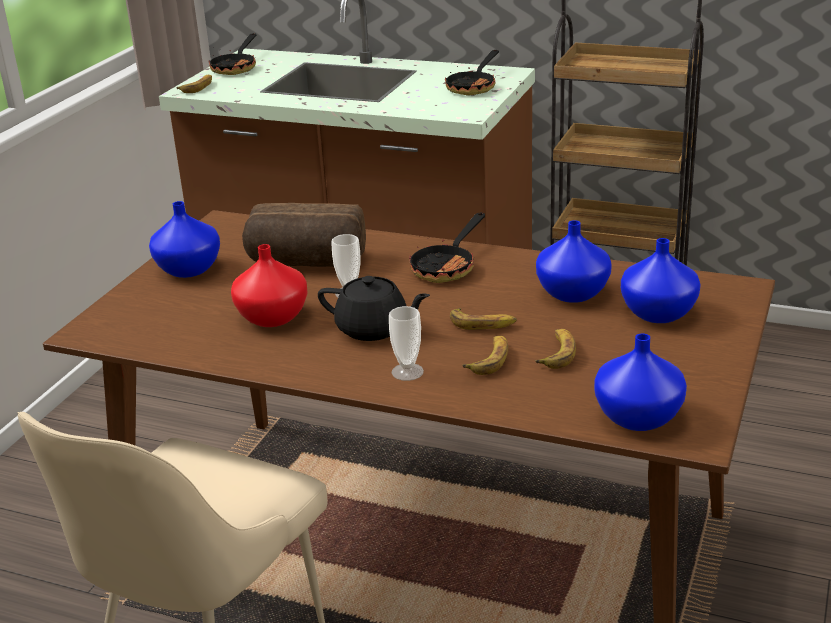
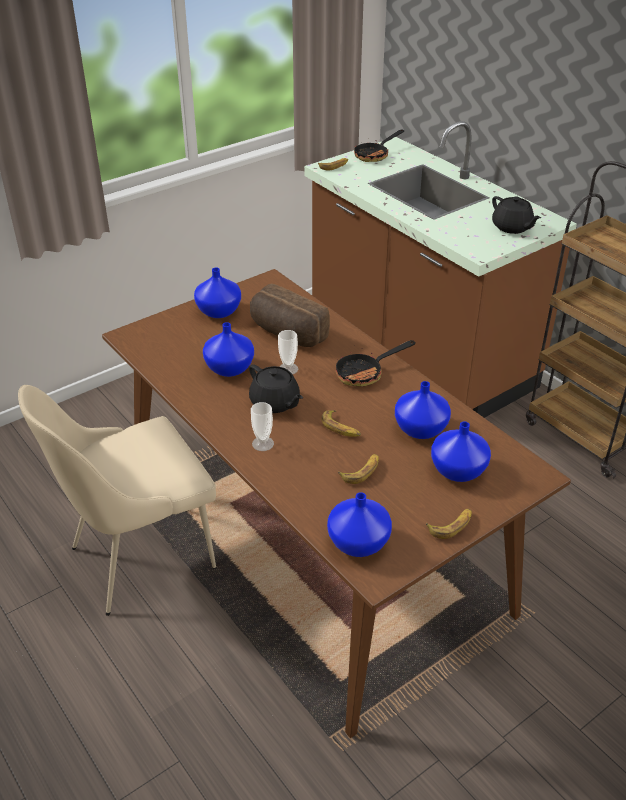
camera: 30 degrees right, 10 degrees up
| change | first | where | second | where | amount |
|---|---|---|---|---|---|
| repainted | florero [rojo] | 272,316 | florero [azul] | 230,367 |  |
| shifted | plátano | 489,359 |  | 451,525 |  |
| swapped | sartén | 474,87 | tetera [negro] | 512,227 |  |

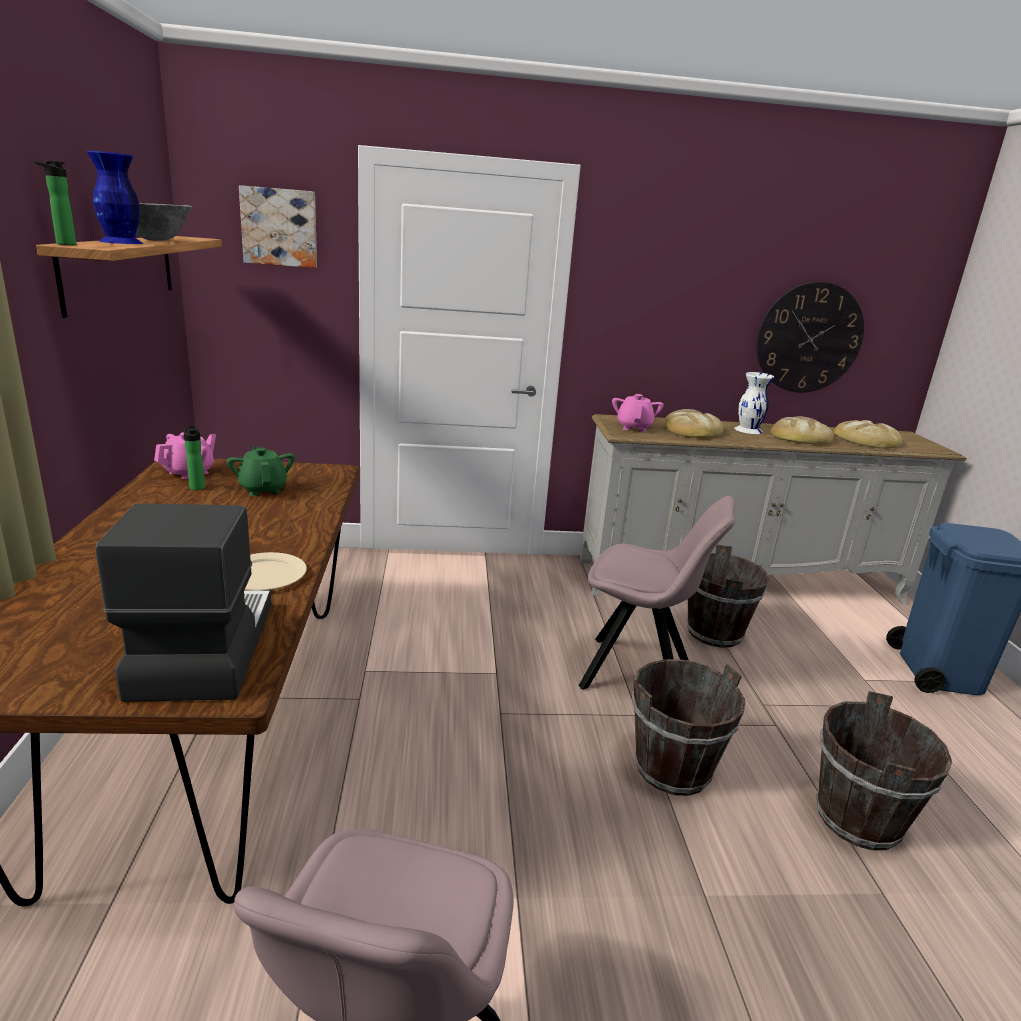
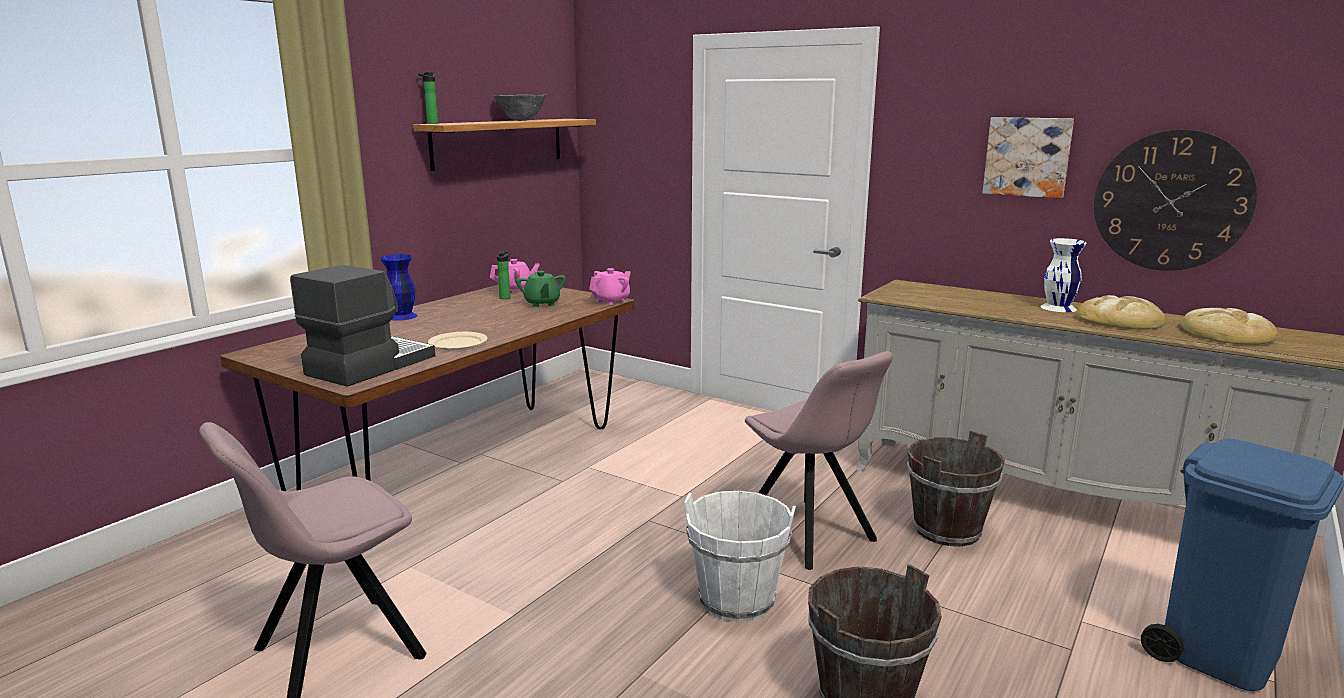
camera: 40 degrees right, 5 degrees down
| change | first | where | second | where | amount |
|---|---|---|---|---|---|
| shifted | florero [azul] | 120,242 |  | 401,316 |  |
| rotated | tetera [verde] | 263,489 |  | 542,304 | 150 degrees clockwise |
| shifted | tetera [rosa] | 634,427 |  | 611,301 |  |
| repainted | cubo [marrón] | 672,769 | cubo [blanco] | 736,600 |  |
| shifted | cuadro | 280,227 |  | 1027,157 |  |
| gone | pan | 692,430 |  |  |  |

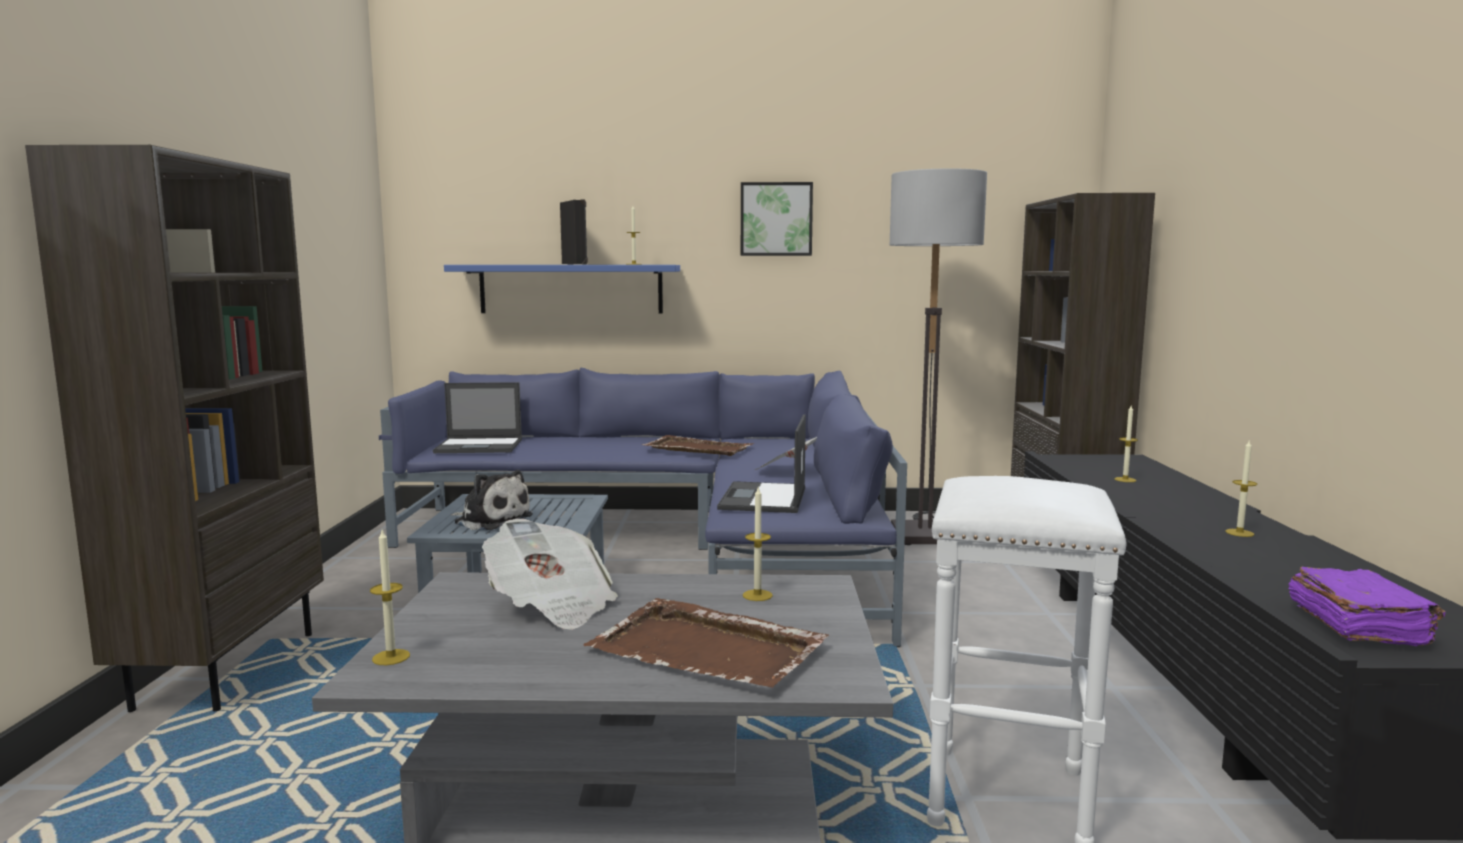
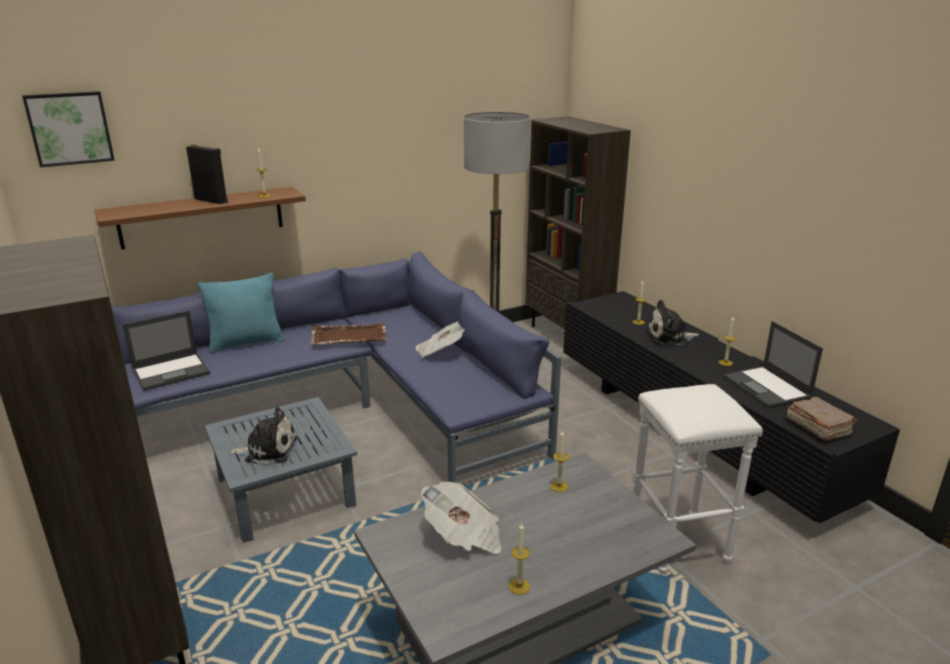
camera: 30 degrees left, 15 degrees up
| change | first | where | second | where | amount |
|---|---|---|---|---|---|
| shifted | cuadro | 776,219 |  | 70,128 |  |
| repainted | estante [azul] | 571,289 | estante [marrón] | 202,217 |  |
| new |  |  | cojín [turquesa] | 246,343 |  |
| shifted | vela | 391,657 |  | 519,586 |  |
| new |  |  | peluche | 670,336 |  |
| shifted | portátil | 763,499 |  | 767,387 |  |
| repainted | libro [morado] | 1357,626 | libro [marrón] | 818,427 |  |
| gone | bandeja [marrón] | 708,650 |  |  |  |

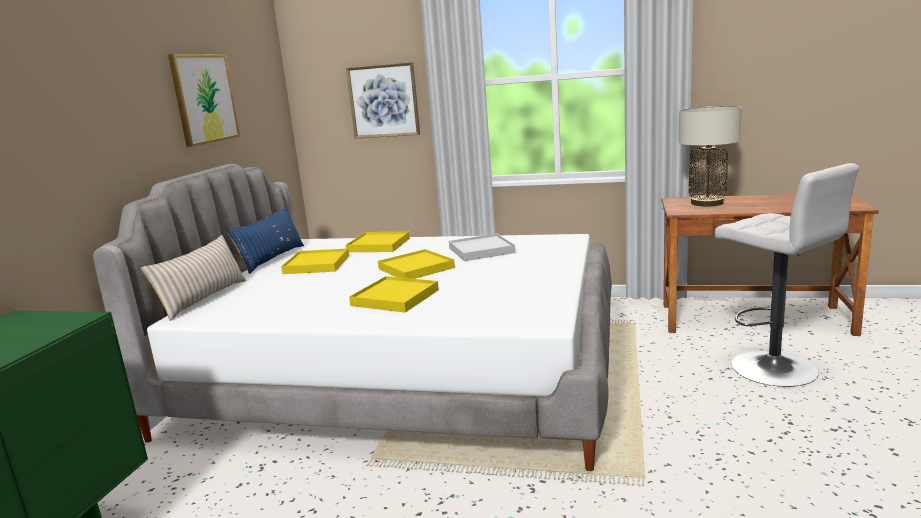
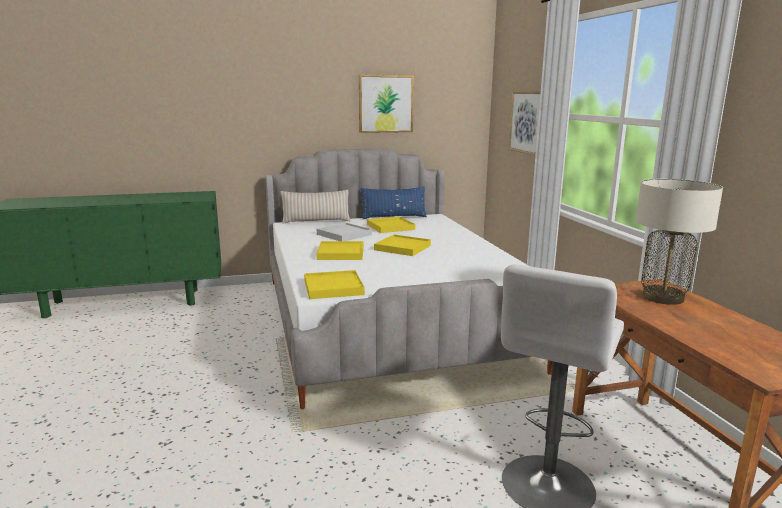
camera: 60 degrees right, 0 degrees up
| change | first | where | second | where | amount |
|---|---|---|---|---|---|
| shifted | bandeja [amarillo] | 379,245 |  | 333,288 |  |
| shifted | bandeja [blanco] | 481,250 |  | 344,234 |  |

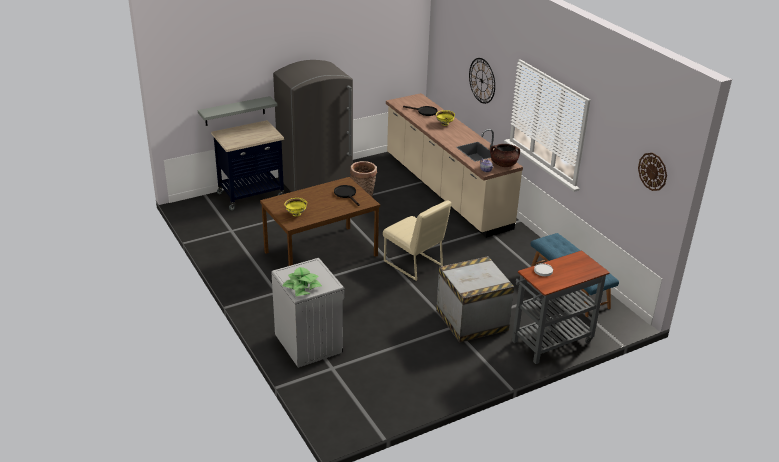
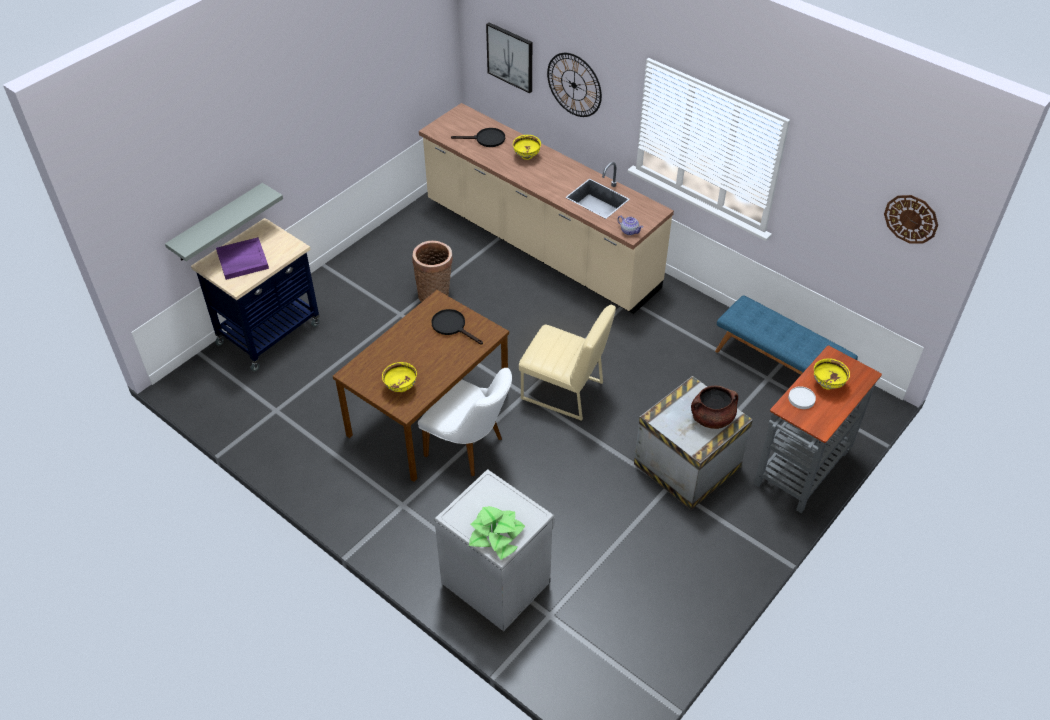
camera: 20 degrees left, 15 degrees up
| change | first | where | second | where | amount |
|---|---|---|---|---|---|
| new |  |  | bandeja [morado] | 242,260 |  |
| new |  |  | silla [blanco] | 470,449 |  |
| new |  |  | cuadro | 510,57 |  |
| shifted | olla [marrón] | 503,164 |  | 711,418 |  |
| new |  |  | cuenco [amarillo] | 827,384 |  |
| gone | nevera [gris] | 316,182 |  |  |  |

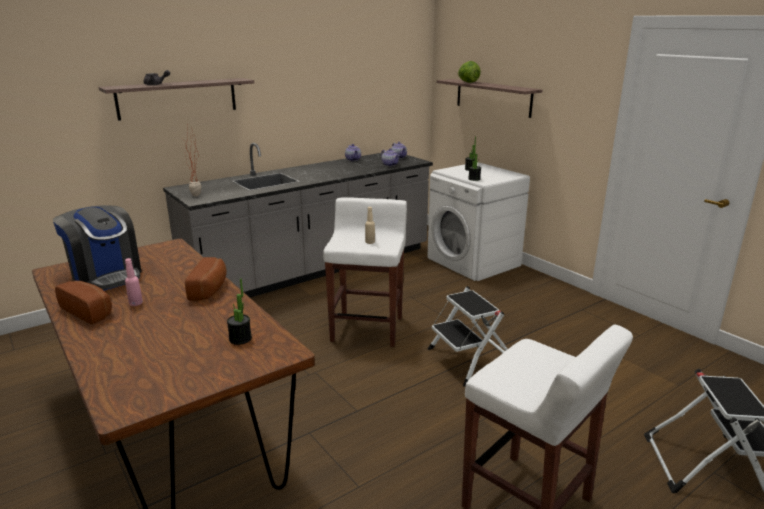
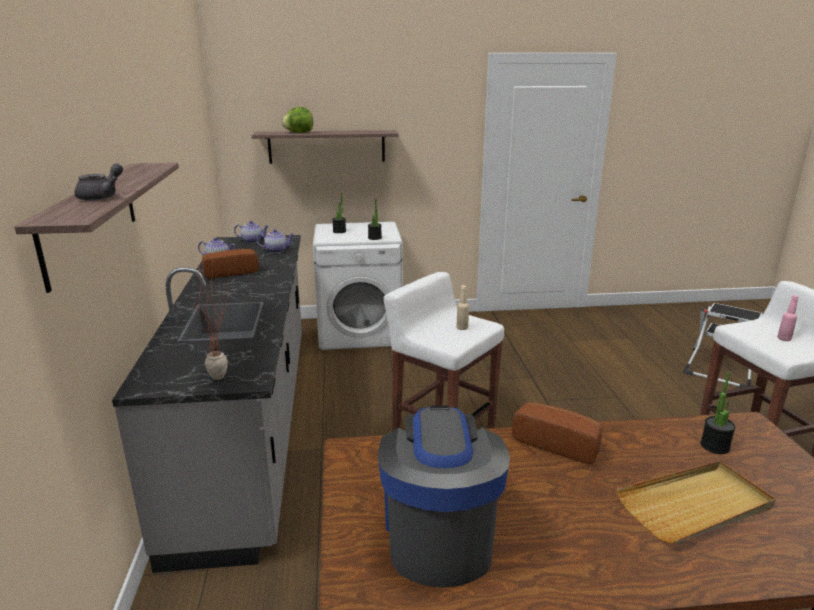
camera: 60 degrees left, 0 degrees up
| change | first | where | second | where | amount |
|---|---|---|---|---|---|
| shifted | pan | 89,311 |  | 230,272 |  |
| rotated | cafetera | 106,275 |  | 439,534 | 75 degrees counterclockwise |
| new |  |  | bandeja [beis] | 695,505 |  |
| shifted | botella [rosa] | 136,303 |  | 784,339 |  |
| gone | escalera de tijera | 473,359 |  |  |  |

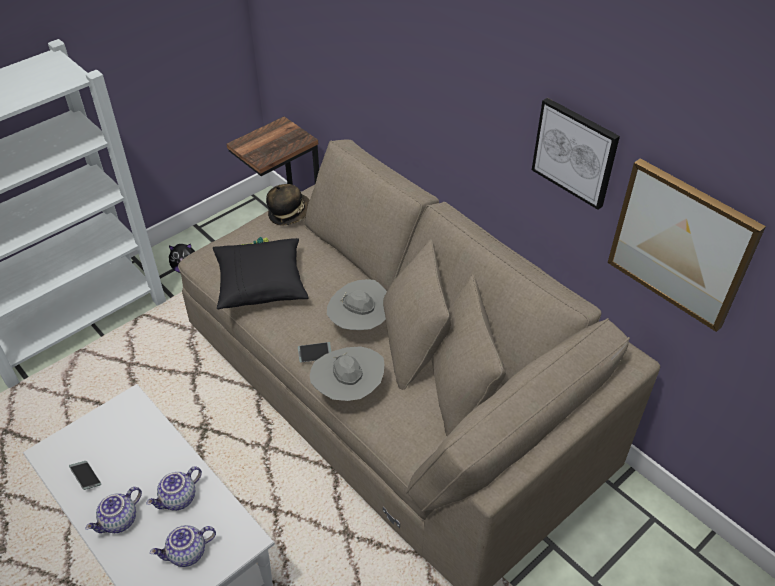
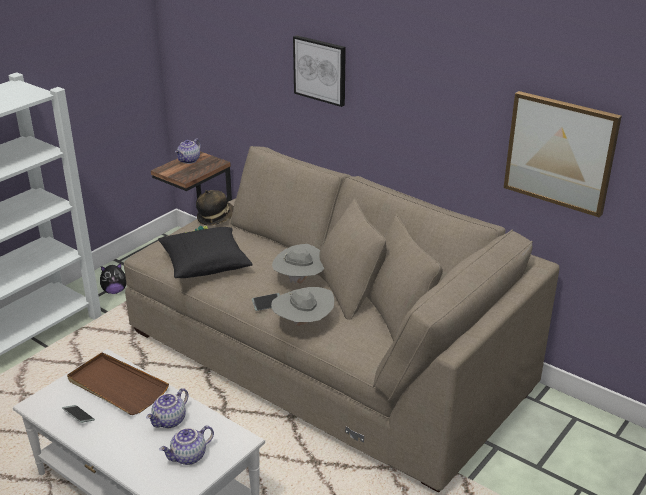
camera: 10 degrees left, 15 degrees down
| change | first | where | second | where | amount |
|---|---|---|---|---|---|
| new |  |  | bandeja [marrón] | 117,386 |  |
| shifted | tetera | 119,521 |  | 189,160 |  |
| shifted | cuadro | 575,152 |  | 320,70 |  |

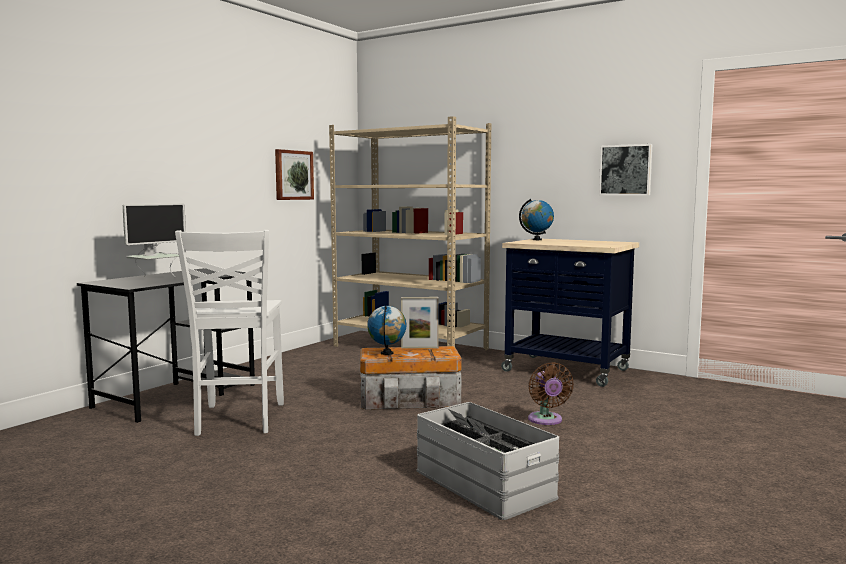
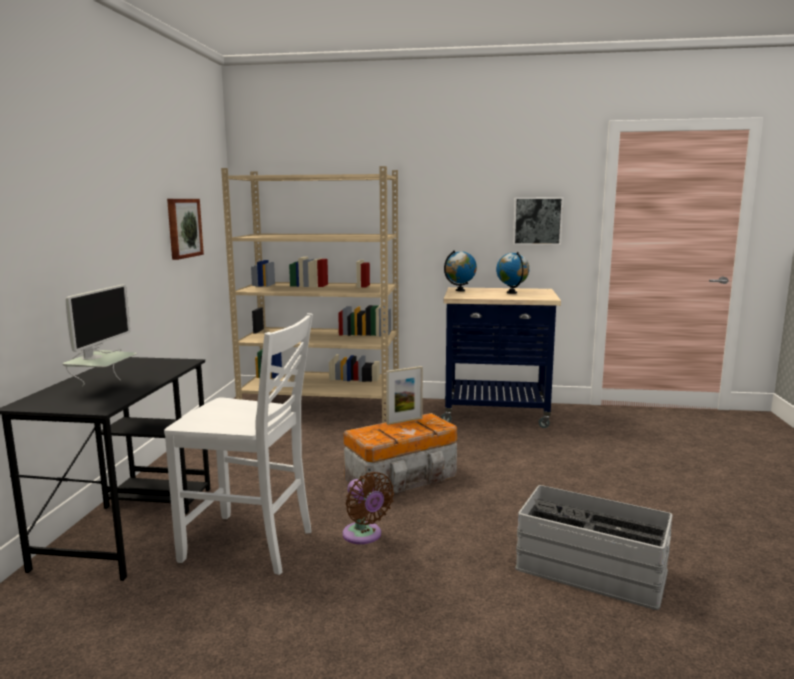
camera: 25 degrees left, 5 degrees up
| change | first | where | second | where | amount |
|---|---|---|---|---|---|
| rotated | silla [blanco] | 238,420 |  | 250,545 | 45 degrees counterclockwise |
| shifted | ventilador [marrón] | 546,420 |  | 364,536 |  |
| shifted | globo terráqueo | 387,353 |  | 512,293 |  |

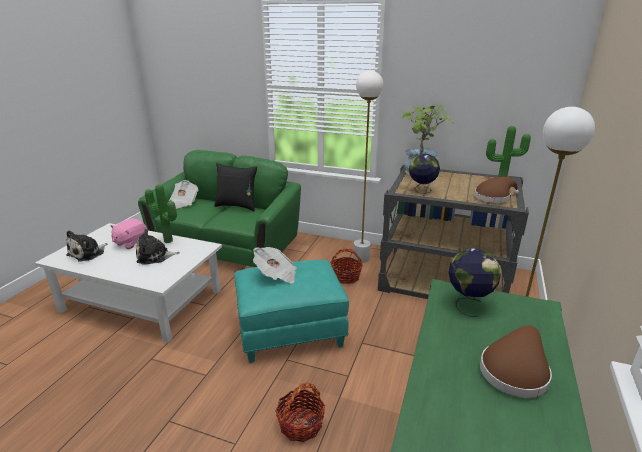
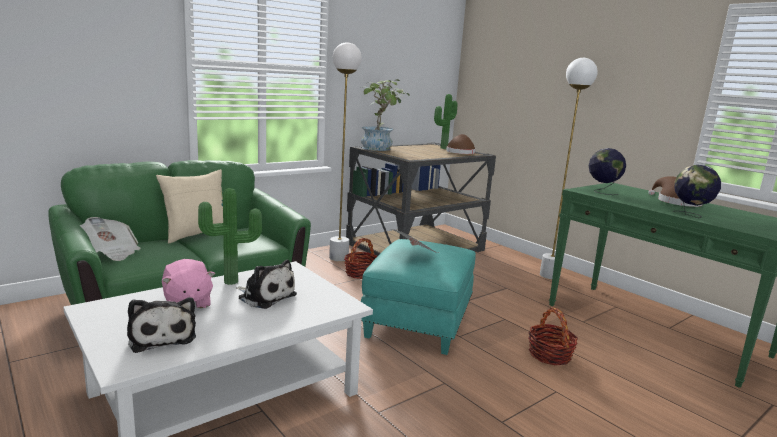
camera: 60 degrees left, 10 degrees down
| change | first | where | second | where | amount |
|---|---|---|---|---|---|
| repainted | cojín [negro] | 236,206 | cojín [beis] | 197,235 |  |
| rotated | peluche | 155,256 |  | 265,296 | 75 degrees counterclockwise |
| shifted | globo terráqueo | 421,191 |  | 690,215 |  |

